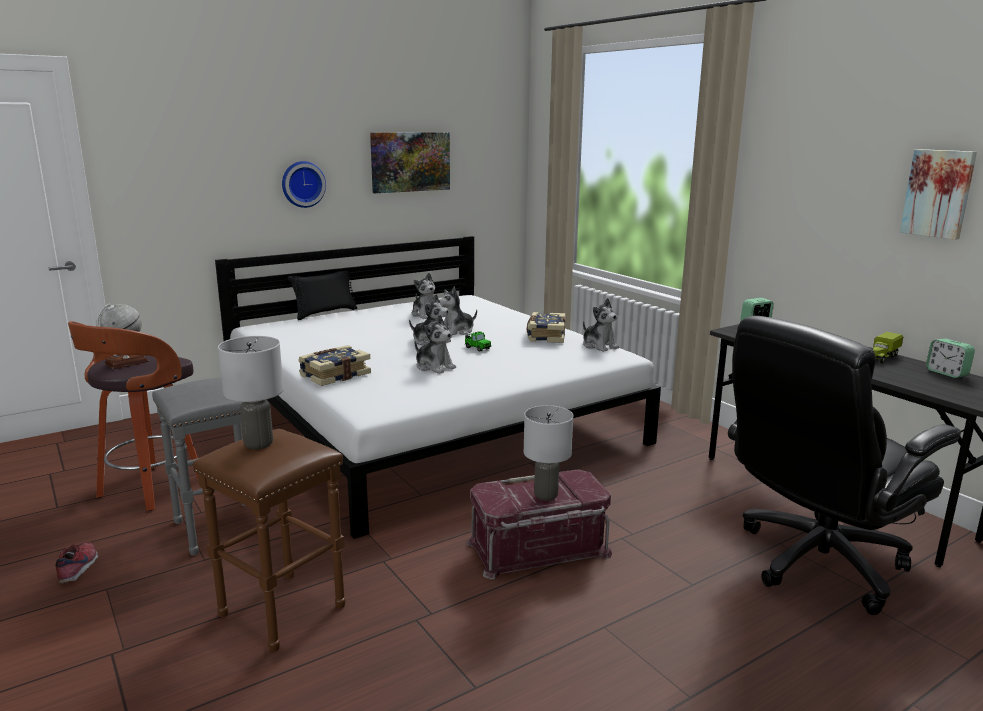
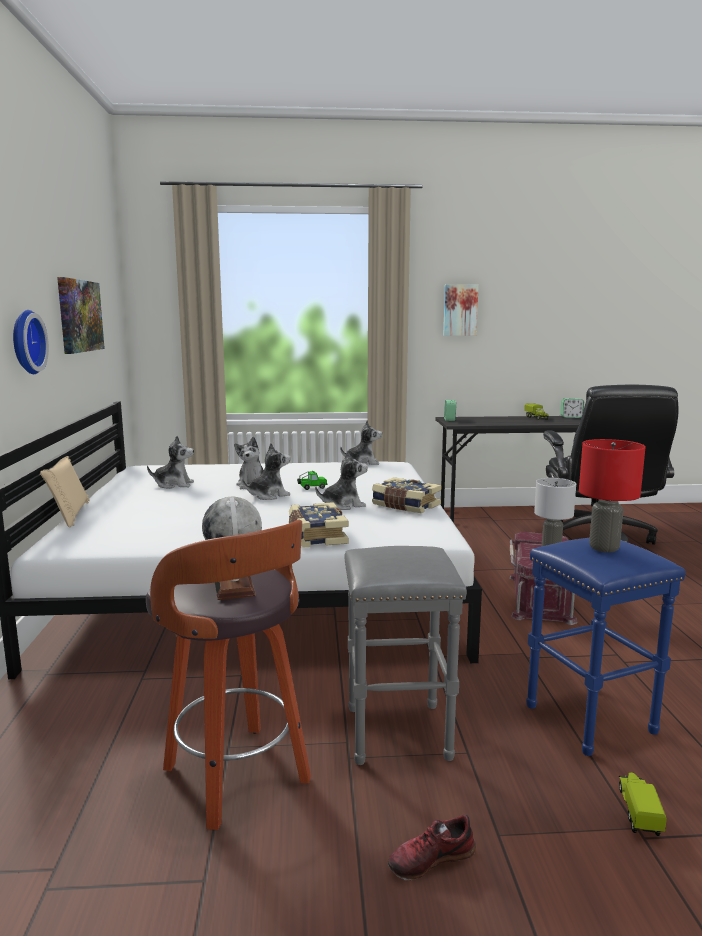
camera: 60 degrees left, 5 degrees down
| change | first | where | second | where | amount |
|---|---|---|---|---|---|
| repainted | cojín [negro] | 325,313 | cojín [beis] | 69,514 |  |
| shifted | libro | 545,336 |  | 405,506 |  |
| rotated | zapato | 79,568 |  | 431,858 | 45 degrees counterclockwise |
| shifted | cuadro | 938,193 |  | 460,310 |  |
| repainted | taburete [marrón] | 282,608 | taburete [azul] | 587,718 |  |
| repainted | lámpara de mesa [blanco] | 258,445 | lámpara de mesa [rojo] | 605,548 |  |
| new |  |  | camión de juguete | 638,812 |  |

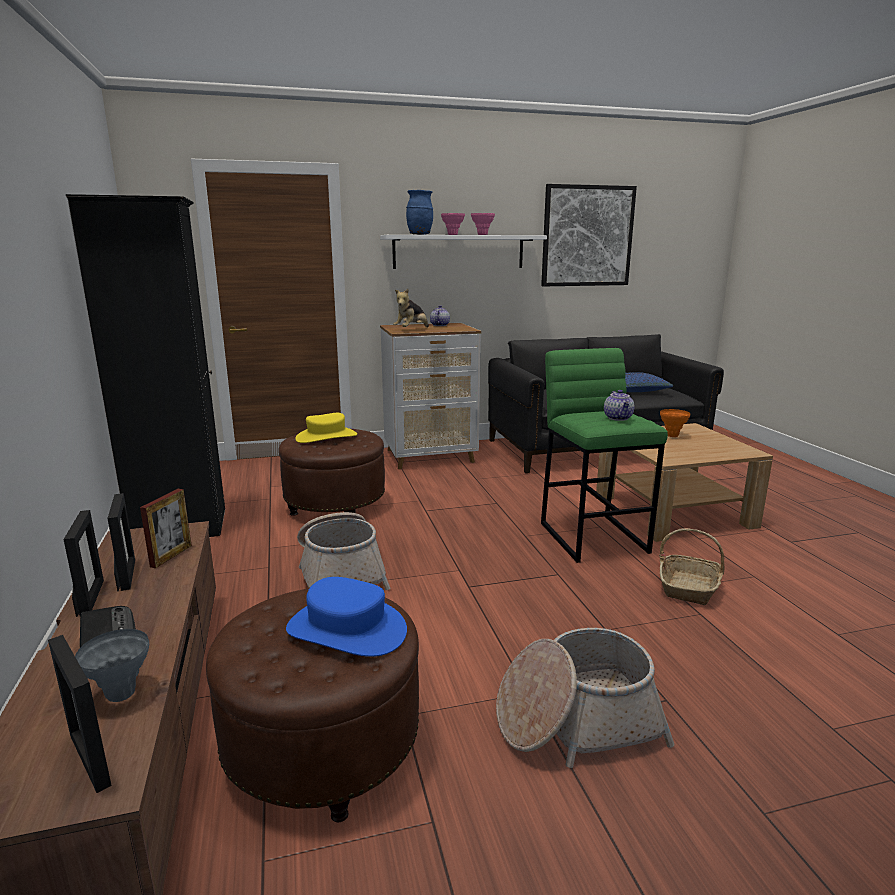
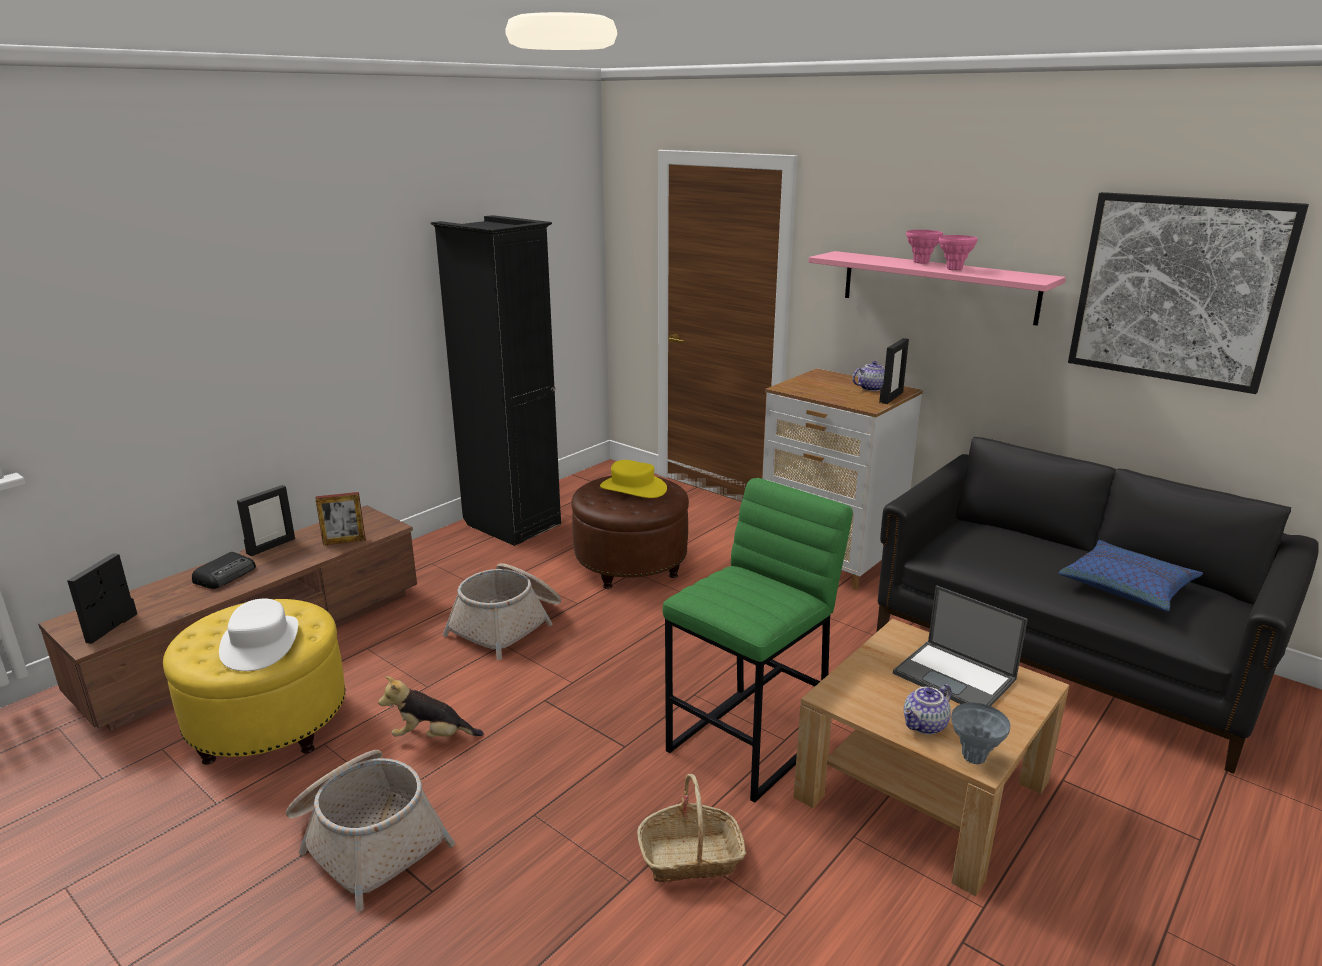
camera: 55 degrees right, 5 degrees up
| change | first | where | second | where | amount |
|---|---|---|---|---|---|
| repainted | puf [marrón] | 323,748 | puf [amarillo] | 269,724 |  |
| repainted | sombrero [azul] | 347,629 | sombrero [blanco] | 261,643 |  |
| shifted | peluche | 411,330 |  | 432,736 |  |
| repainted | estante [blanco] | 459,252 | estante [rosa] | 938,286 |  |
| shifted | portarretratos | 126,575 |  | 891,397 |  |
| swapped | florero [naranja] | 672,435 | portátil | 956,677 |  |
| shifted | tetera | 618,418 |  | 925,726 |  |
| shifted | florero [gris] | 121,694 |  | 974,758 |  |
| gone | florero [azul] | 420,234 |  |  |  |

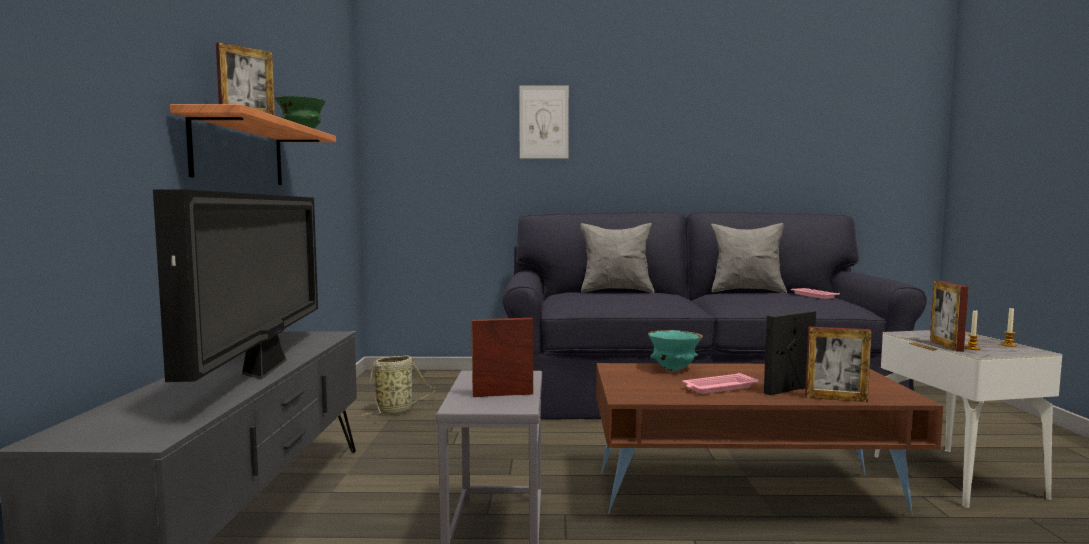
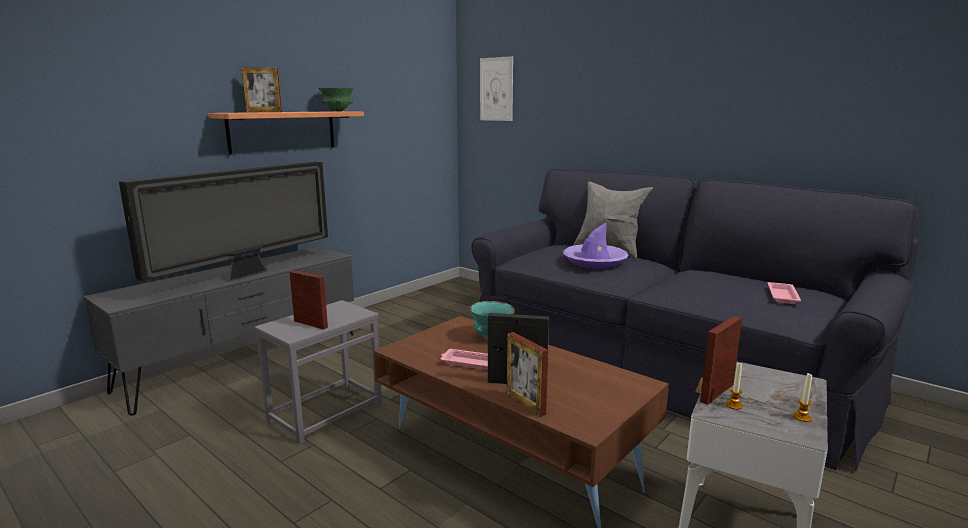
camera: 40 degrees right, 10 degrees up
| change | first | where | second | where | amount |
|---|---|---|---|---|---|
| shifted | cuadro | 544,122 |  | 496,89 |  |
| new |  |  | sombrero [morado] | 594,262 |  |
| gone | cesta | 396,410 |  |  |  |
| gone | cojín [gris] | 746,291 |  |  |  |

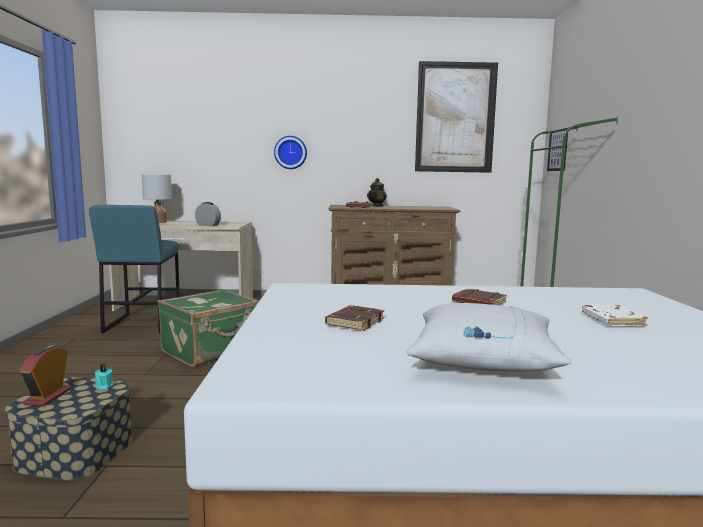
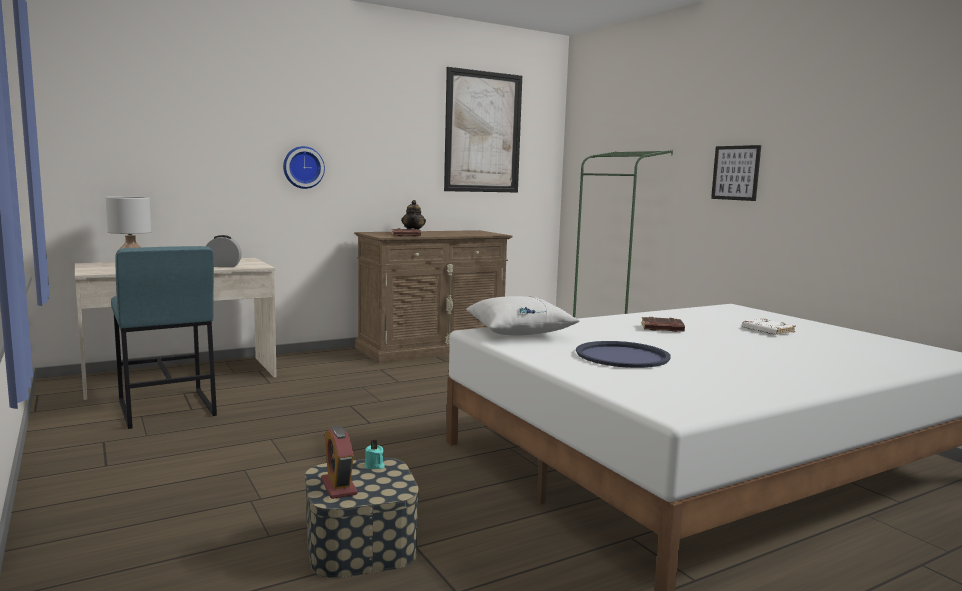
camera: 30 degrees left, 0 degrees up
| change | first | where | second | where | amount |
|---|---|---|---|---|---|
| shifted | cojín [gris] | 483,361 |  | 519,332 |  |
| swapped | libro [marrón] | 354,322 | bandeja [azul] | 622,356 |  |
| shifted | cuadro | 557,150 |  | 736,173 |  |
| gone | maleta [verde] | 211,351 |  |  |  |

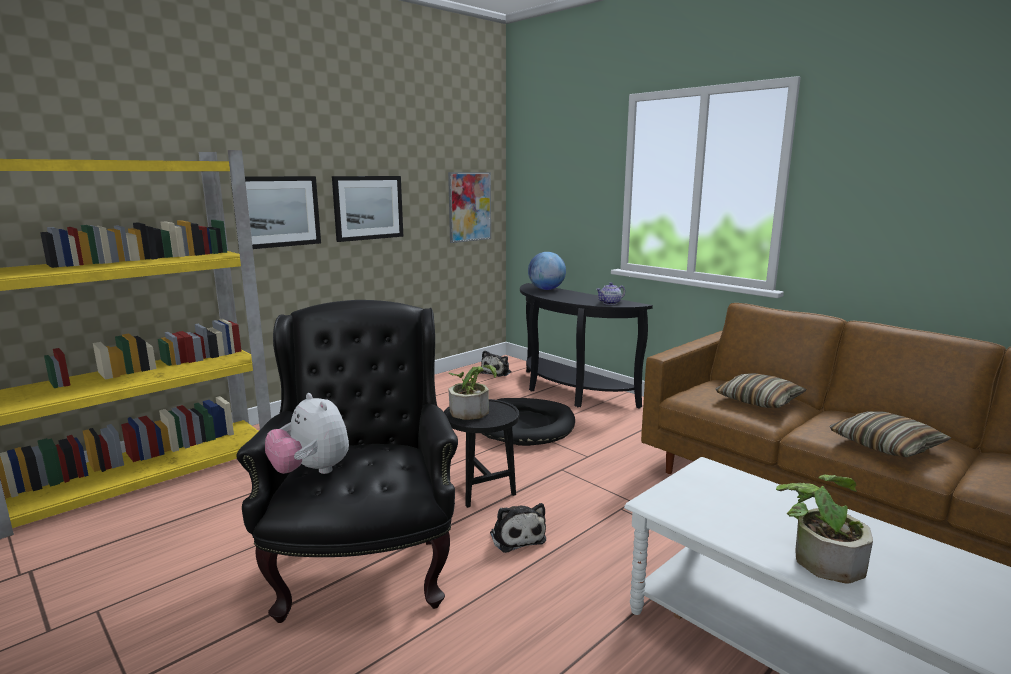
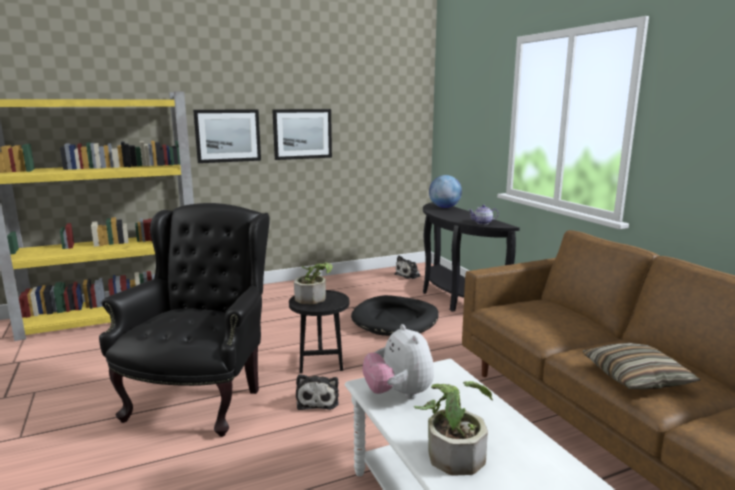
camera: 20 degrees right, 0 degrees up
| change | first | where | second | where | amount |
|---|---|---|---|---|---|
| shifted | peluche | 311,471 |  | 398,394 |  |
| gone | cuadro | 469,206 |  |  |  |
| gone | cojín | 759,400 |  |  |  |

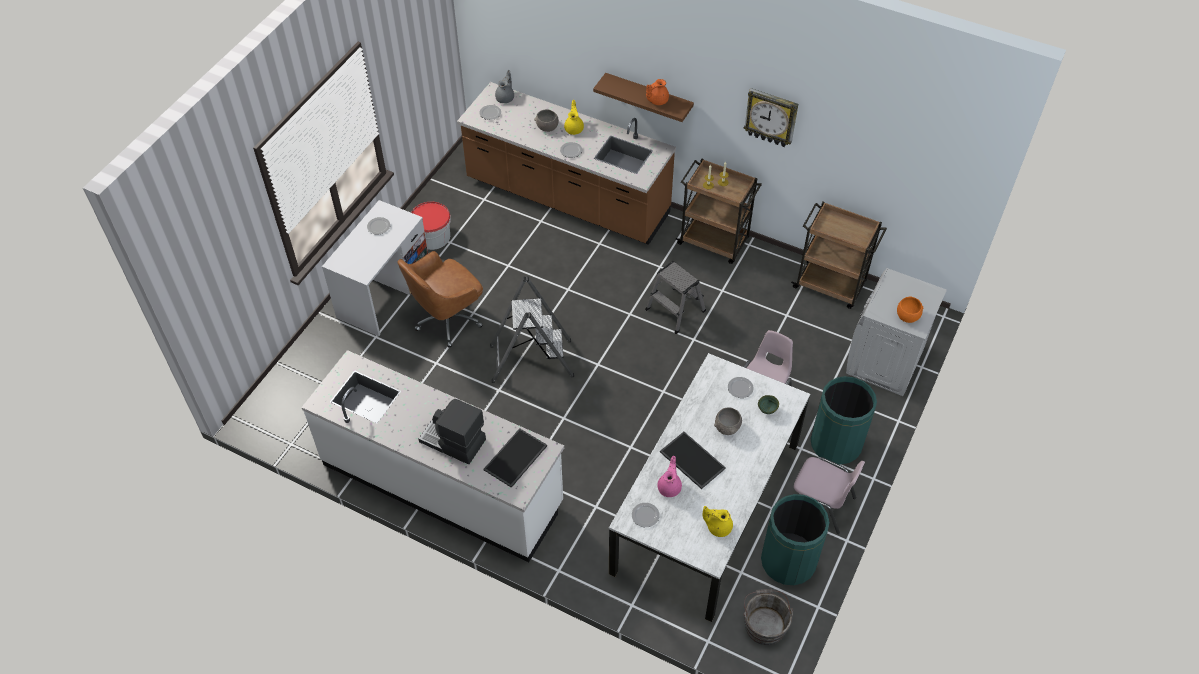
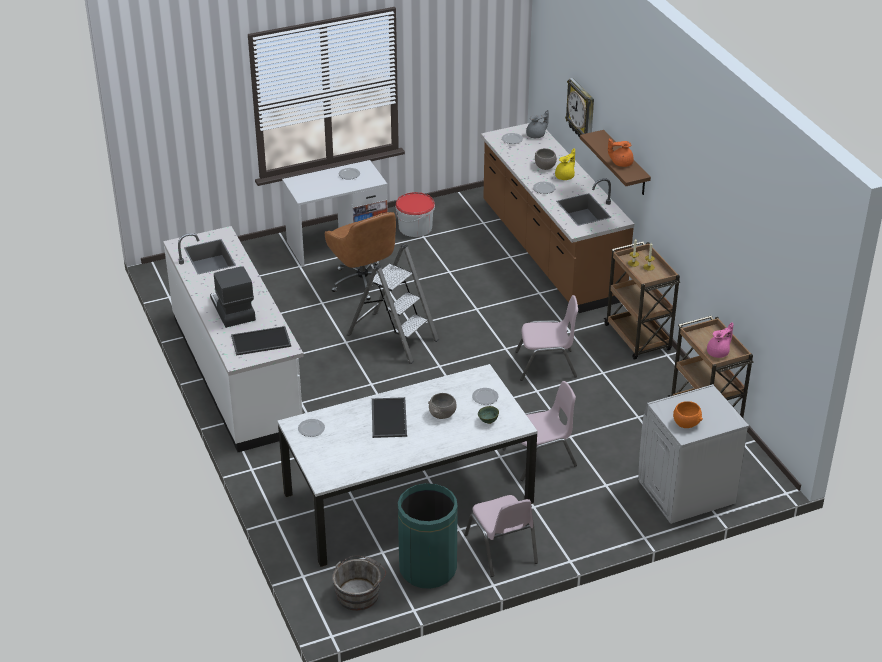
camera: 40 degrees right, 15 degrees down
| change | first | where | second | where | amount |
|---|---|---|---|---|---|
| rotated | silla de oficina [marrón] | 447,320 |  | 362,282 | 120 degrees counterclockwise |
| swapped | escalera de tijera [gris] | 675,310 | silla [rosa] | 546,365 |  |
| shifted | reloj de pared | 771,117 |  | 582,111 |  |
| shifted | tetera [rosa] | 670,487 |  | 718,352 |  |
| gone | tetera [amarillo] | 718,527 |  |  |  |
| gone | papelera [verde] | 835,443 |  |  |  |

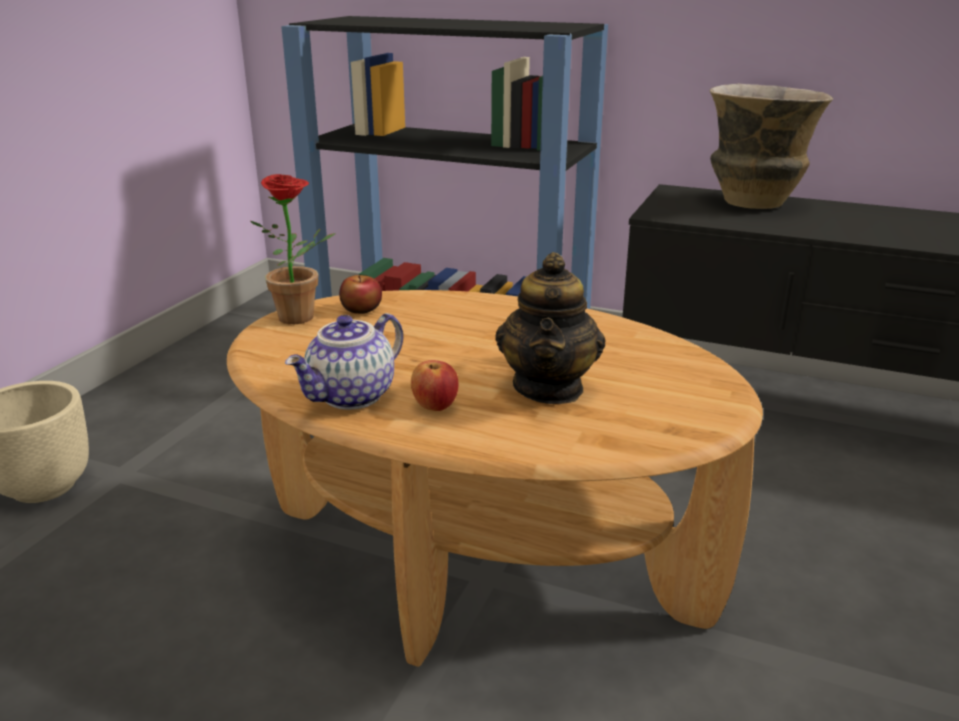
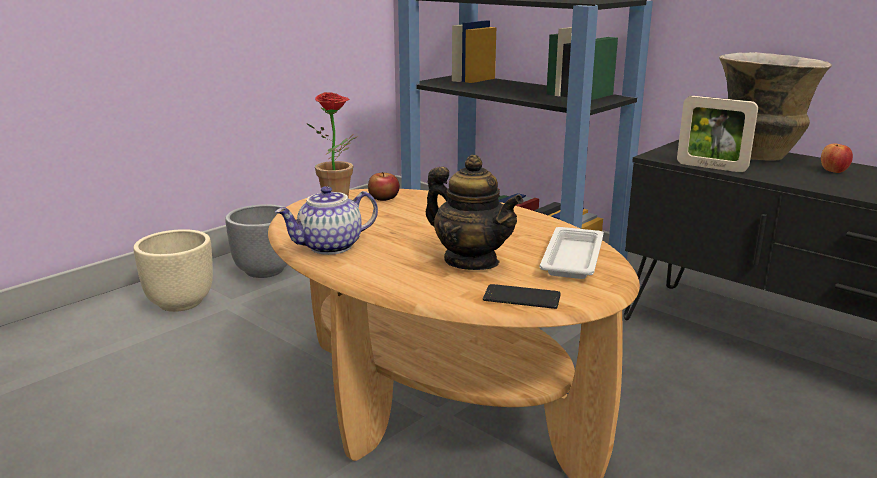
camera: 20 degrees right, 5 degrees down
| change | first | where | second | where | amount |
|---|---|---|---|---|---|
| new |  |  | maceta [gris] | 264,270 |  |
| rotated | tetera | 549,388 |  | 471,261 | 75 degrees counterclockwise |
| new |  |  | móvil | 521,298 |  |
| new |  |  | bandeja [blanco] | 572,258 |  |
| new |  |  | portarretratos | 711,167 |  |
| shifted | manzana | 435,406 |  | 833,171 |  |

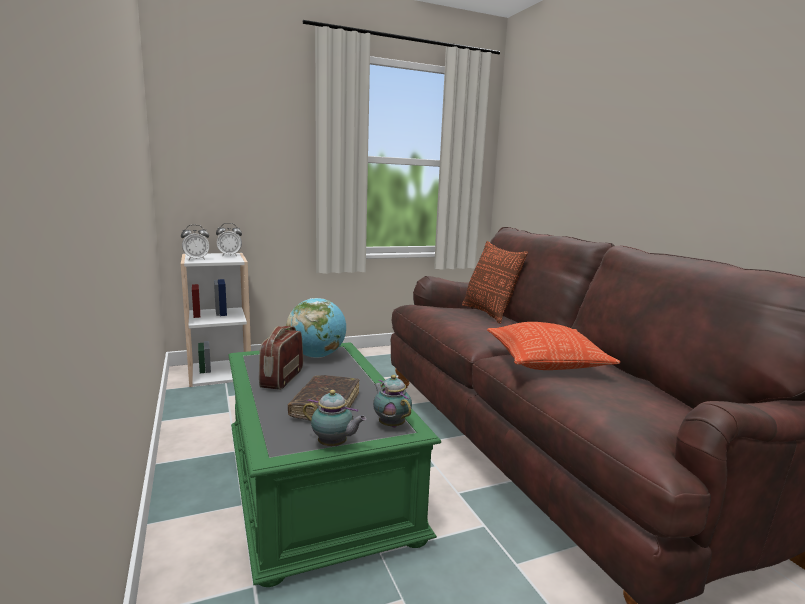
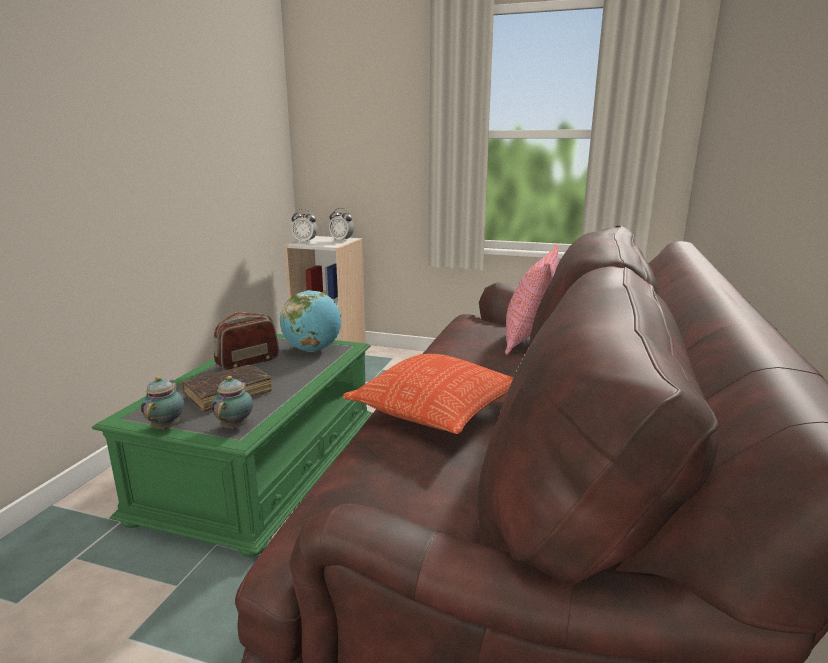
camera: 40 degrees right, 5 degrees up
| change | first | where | second | where | amount |
|---|---|---|---|---|---|
| rotated | tetera | 334,445 |  | 167,426 | 150 degrees counterclockwise |
| repainted | cojín [marrón] | 489,314 | cojín [rosa] | 528,341 |  |

